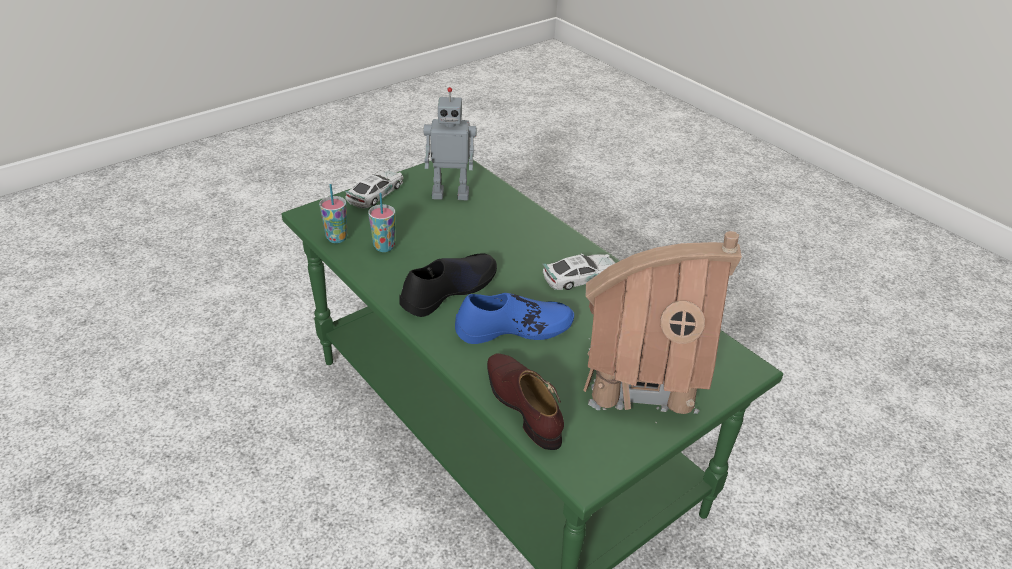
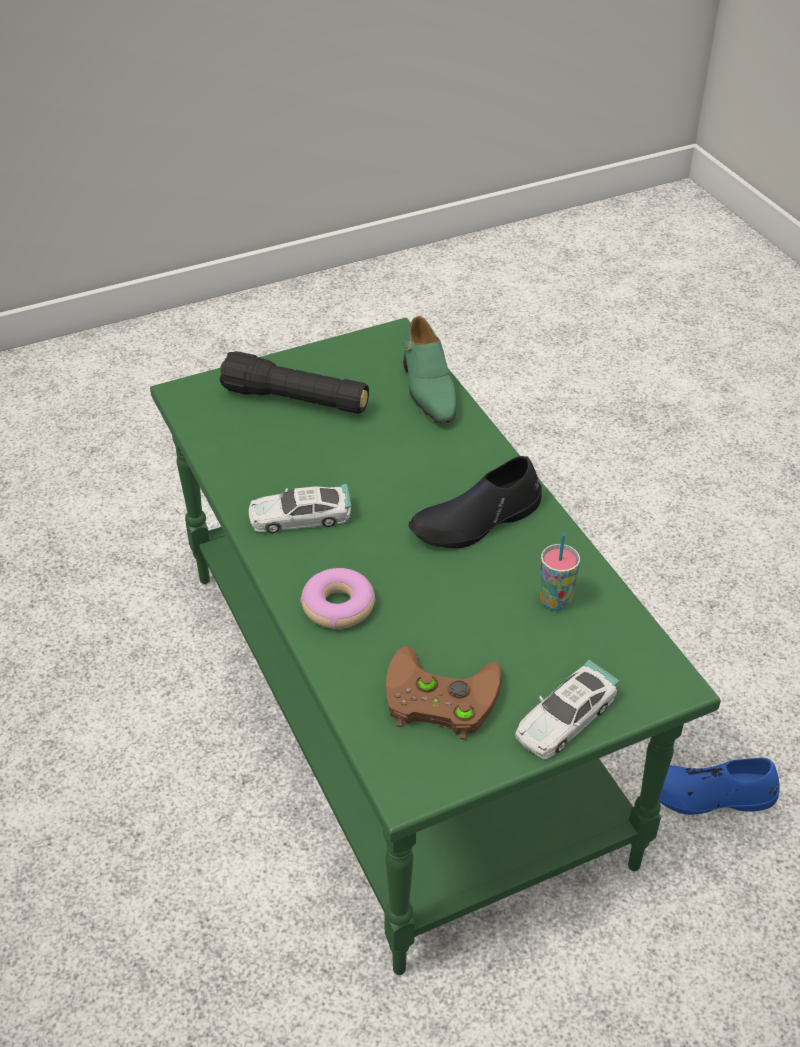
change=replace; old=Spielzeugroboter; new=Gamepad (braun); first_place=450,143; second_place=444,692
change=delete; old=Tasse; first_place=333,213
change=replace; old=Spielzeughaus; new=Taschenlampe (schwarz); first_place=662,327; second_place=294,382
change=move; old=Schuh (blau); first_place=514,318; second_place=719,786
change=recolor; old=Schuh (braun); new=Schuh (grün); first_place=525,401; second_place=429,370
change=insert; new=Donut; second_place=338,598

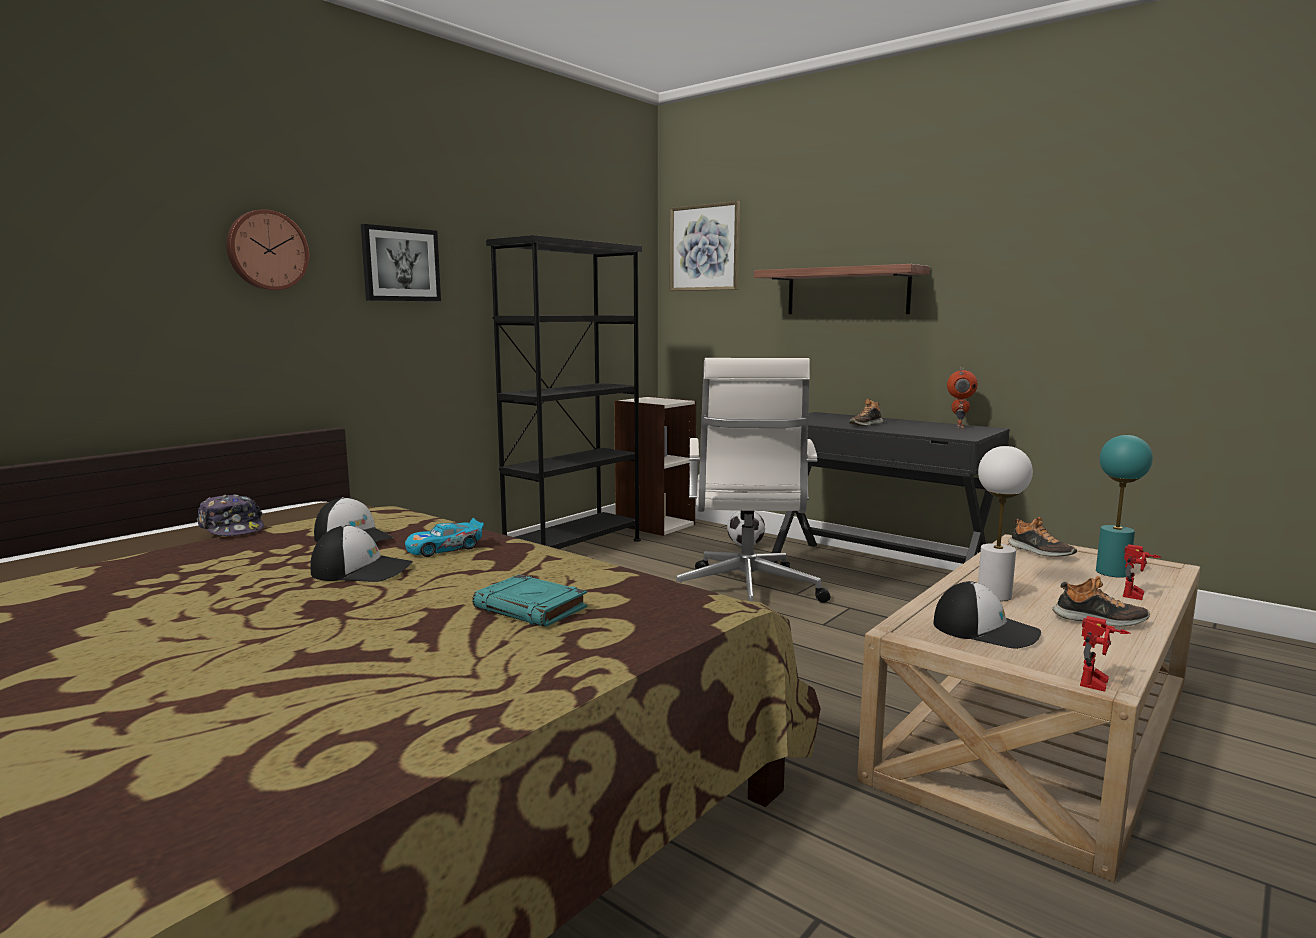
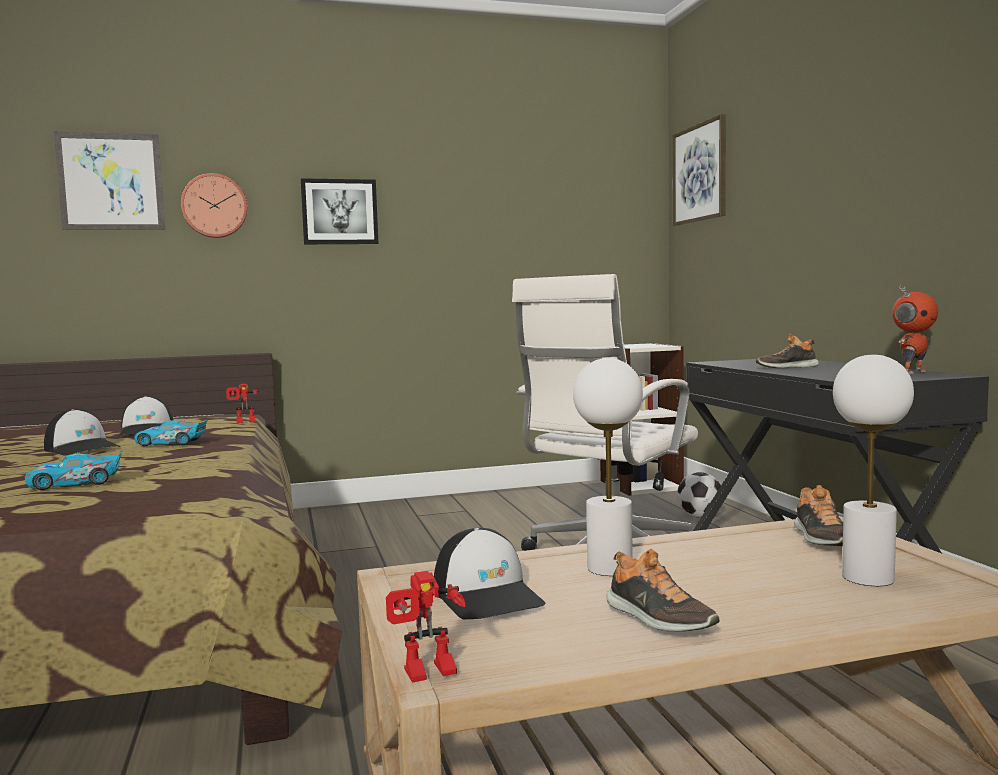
change=delete; old=Bücherregal (schwarz); first_place=564,392
change=delete; old=Wandregal; first_place=842,289
change=recolor; old=Tischlampe (türkis); new=Tischlampe (weiß); first_place=1124,506; second_place=873,470
change=delete; old=Kappe; first_place=230,515
change=move; old=Spielzeugroboter; first_place=1142,572; second_place=242,403
change=replace; old=Buch (türkis); new=Spielzeugauto; first_place=529,601; second_place=73,470
change=insert; new=Bild; second_place=109,180

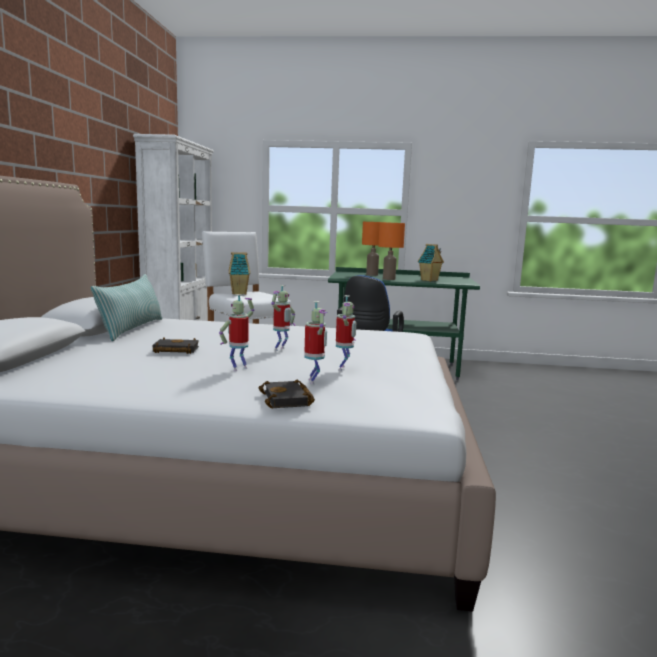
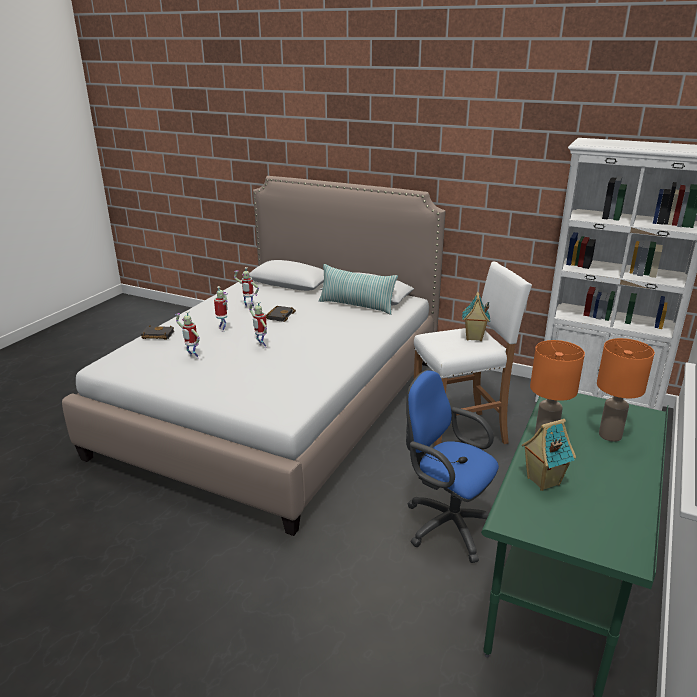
change=move; old=Spielzeugroboter; first_place=315,343; second_place=246,287

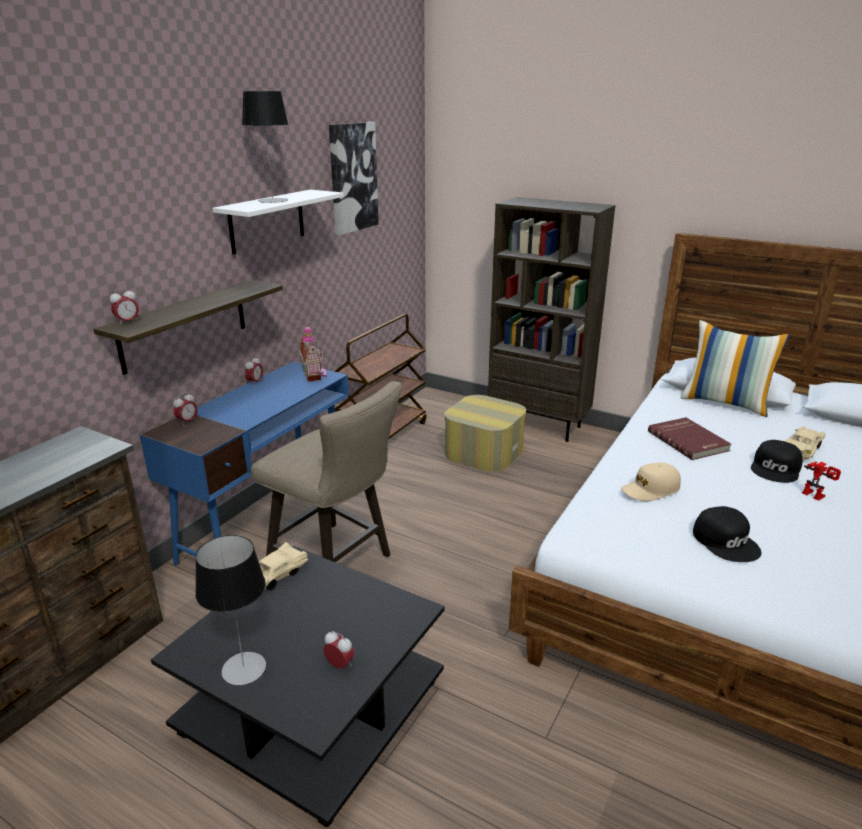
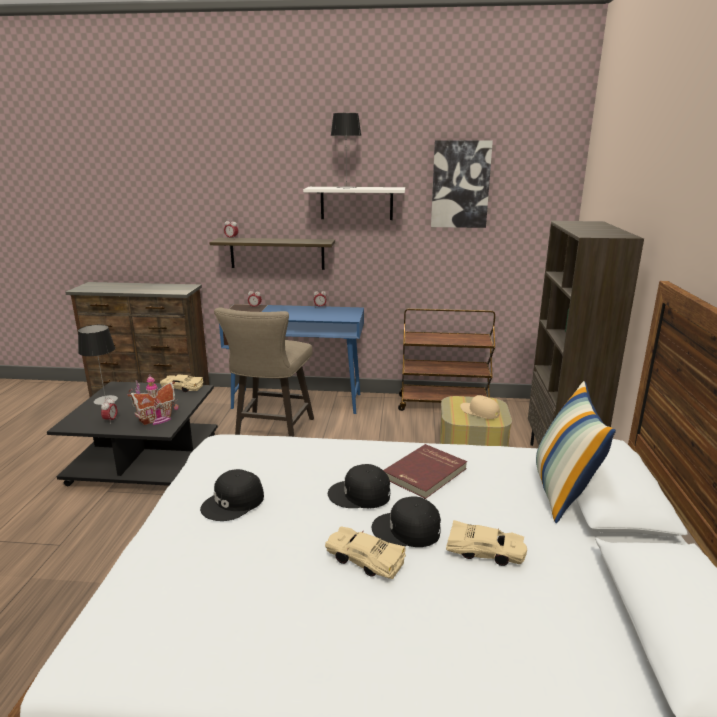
change=move; old=Spielzeughaus; first_place=313,353; second_place=153,399
change=replace; old=Spielzeugroboter; new=Spielzeugauto (beige); first_place=821,481; second_place=365,552
change=move; old=Kappe (beige); first_place=651,482; second_place=480,407
change=insert; new=Kappe (schwarz); second_place=359,486

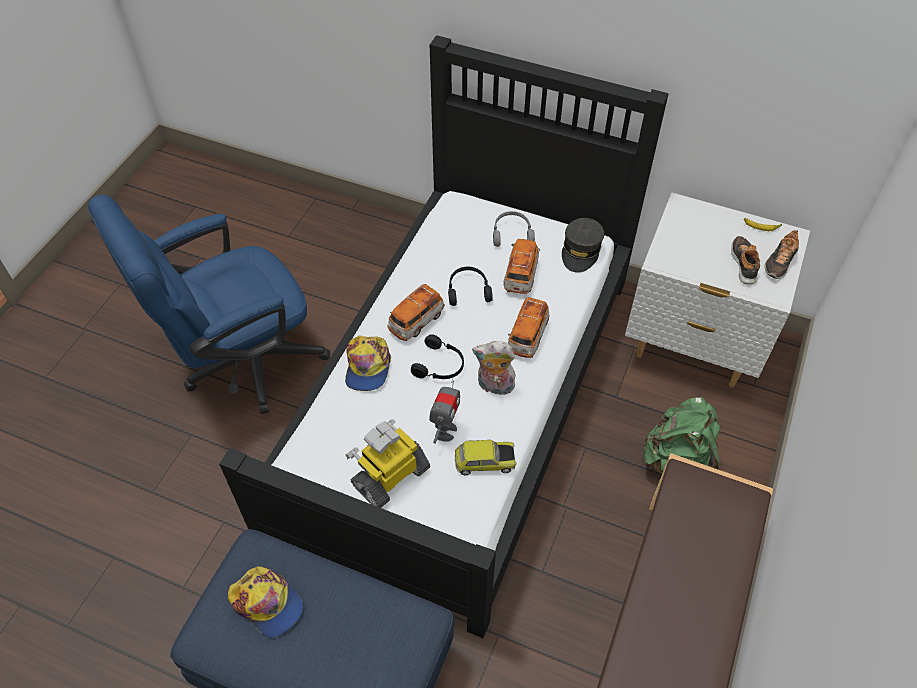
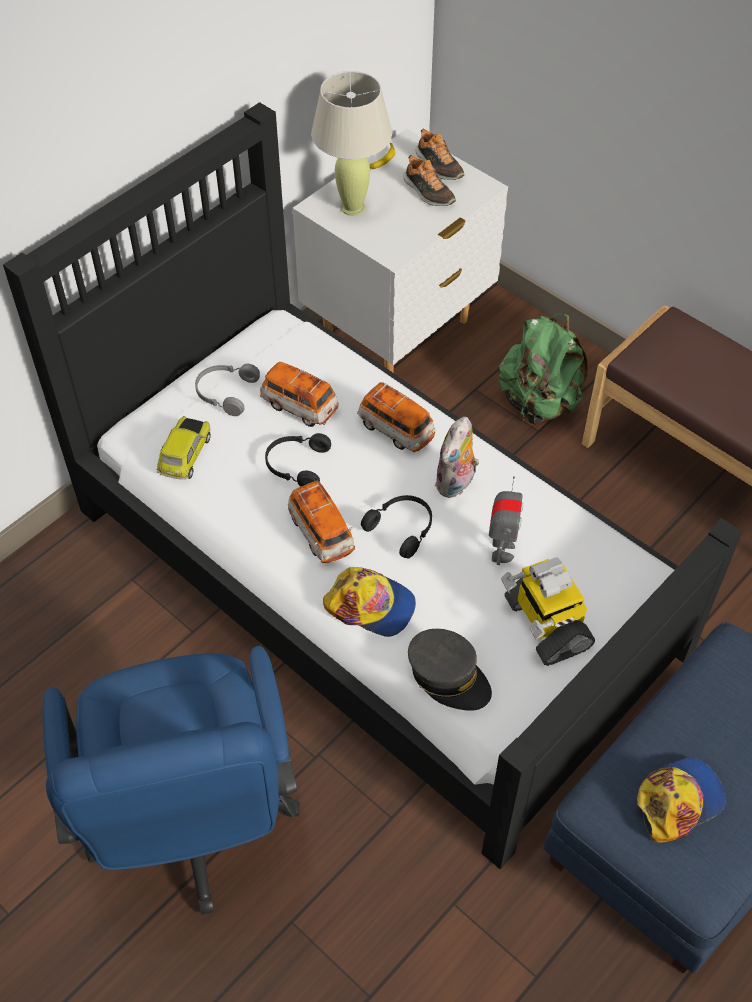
change=move; old=Kappe (grau); first_place=583,245; second_place=450,670
change=rotate; old=Schuh; first_place=745,260; second_place=429,180; degrees=-150
change=rotate; old=Spielzeugroboter; first_place=444,410; second_place=506,520; degrees=60
change=move; old=Spielzeugauto; first_place=485,457; second_place=184,448
change=insert; new=Tischlampe (beige); second_place=351,143

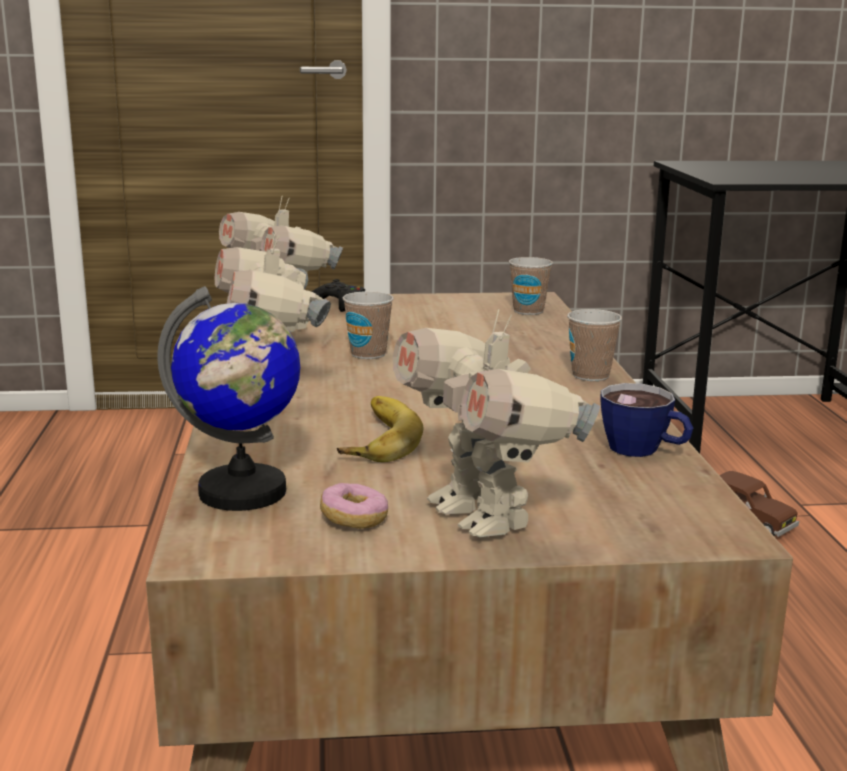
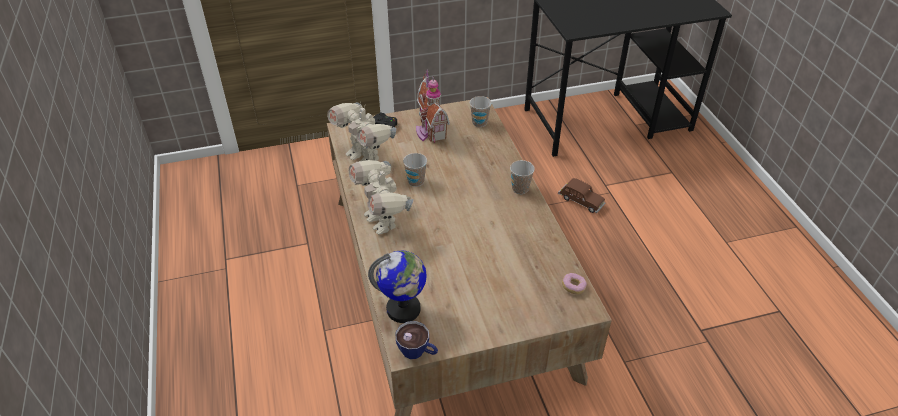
change=delete; old=Spielzeugroboter; first_place=496,423
change=move; old=Tasse; first_place=646,420; second_place=416,340
change=delete; old=Banane; first_place=380,429
change=move; old=Donut; first_place=354,506; second_place=574,283
change=insert; new=Spielzeughaus; second_place=433,106

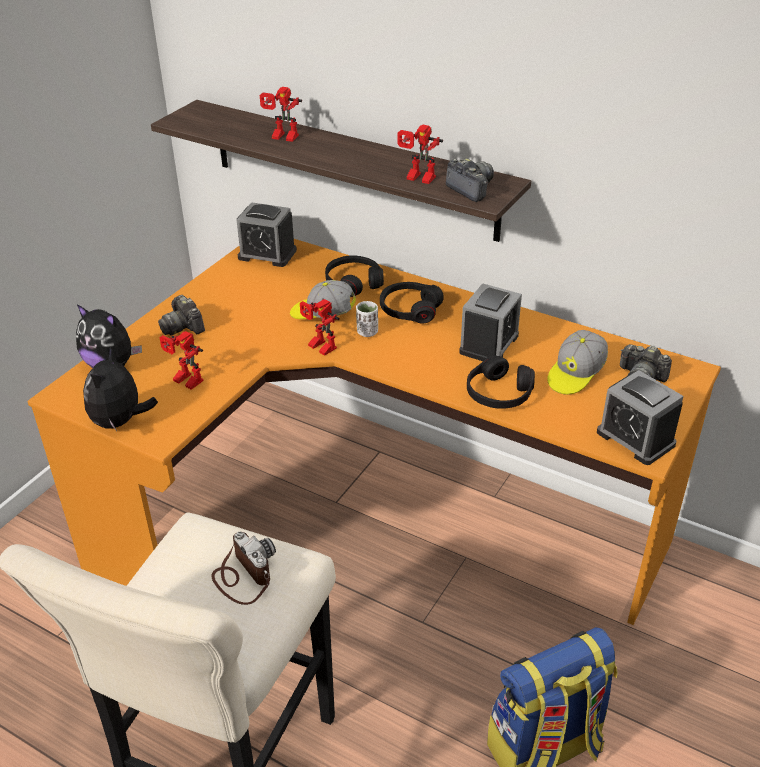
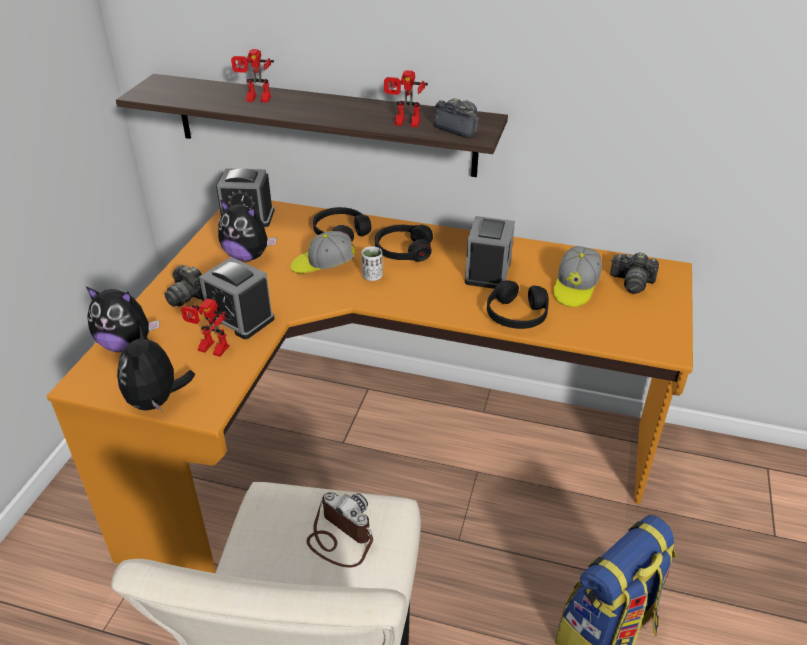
change=delete; old=Spielzeugroboter; first_place=320,327
change=move; old=Wecker; first_place=640,417; second_place=237,298
change=insert; new=Plüschtier; second_place=247,230

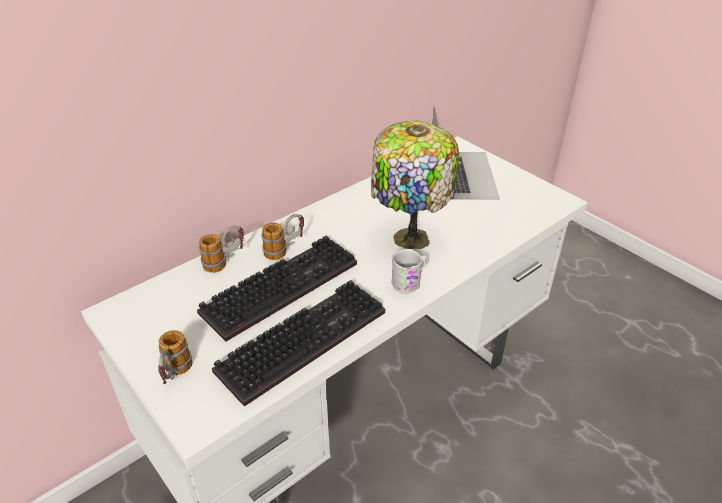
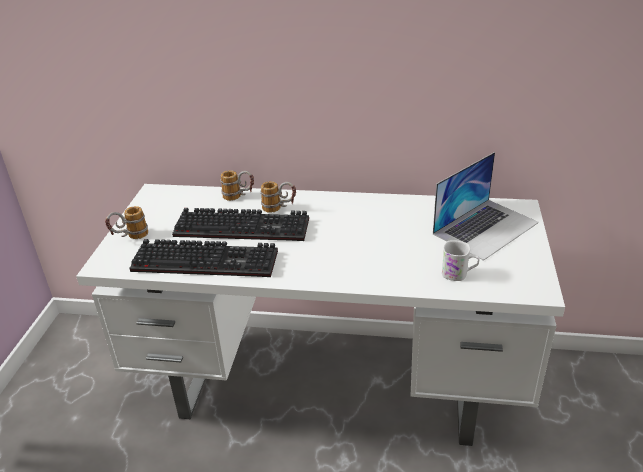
change=delete; old=Tischlampe; first_place=415,185
change=move; old=Henkelbecher (weiß); first_place=410,271; second_place=461,260

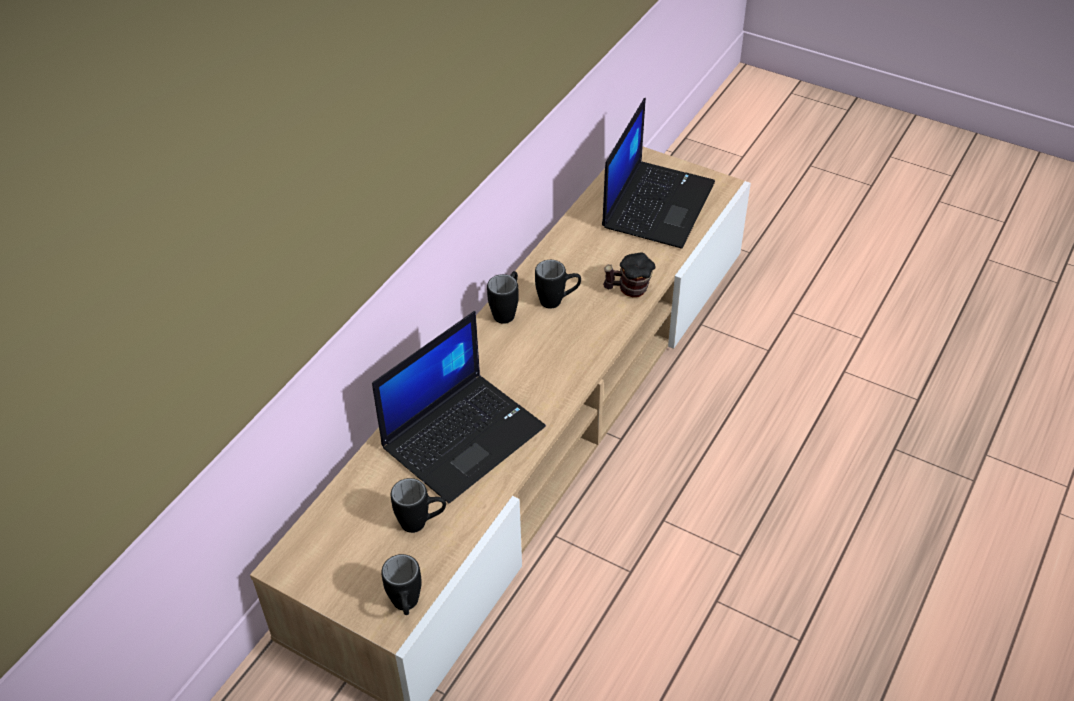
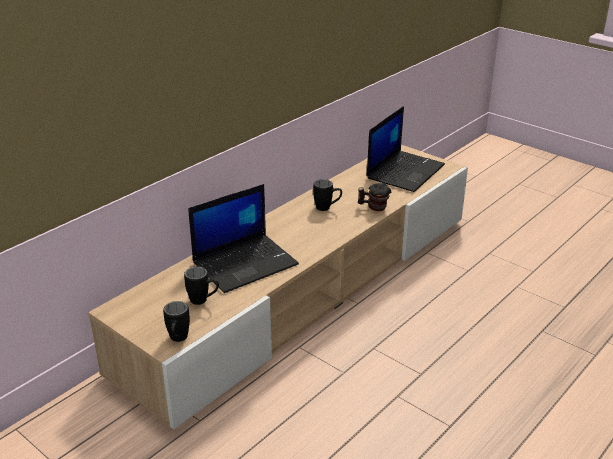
change=delete; old=Henkelbecher (schwarz); first_place=503,297

